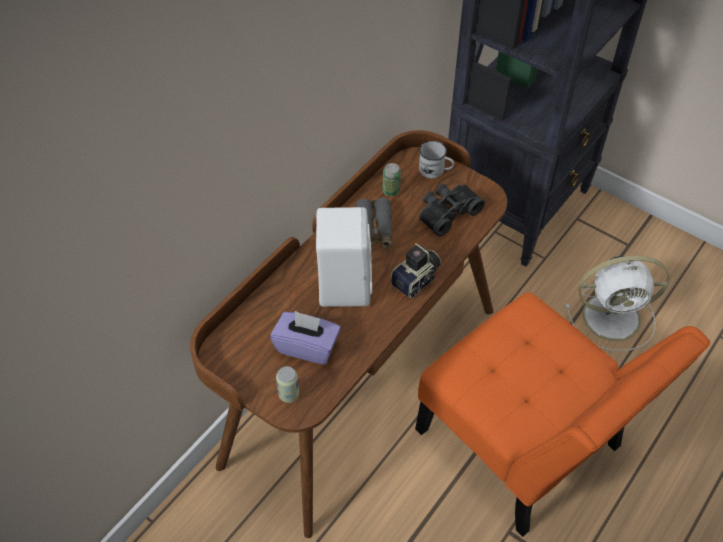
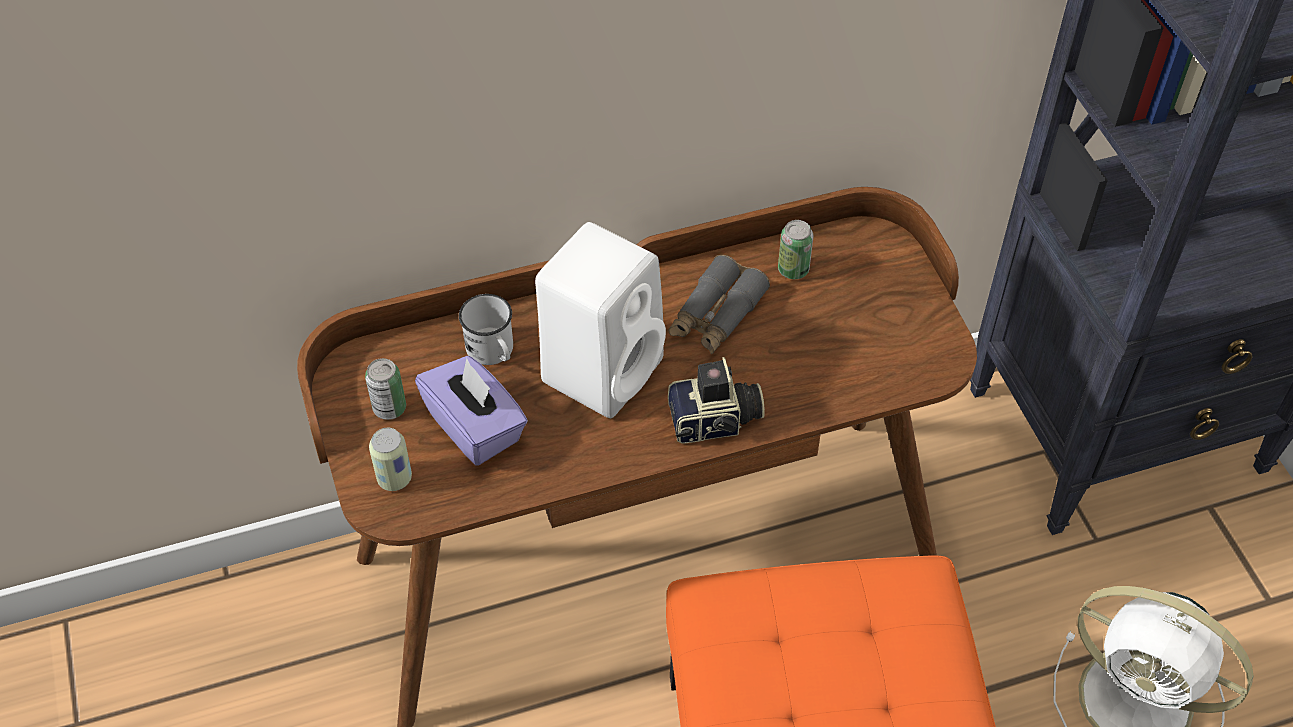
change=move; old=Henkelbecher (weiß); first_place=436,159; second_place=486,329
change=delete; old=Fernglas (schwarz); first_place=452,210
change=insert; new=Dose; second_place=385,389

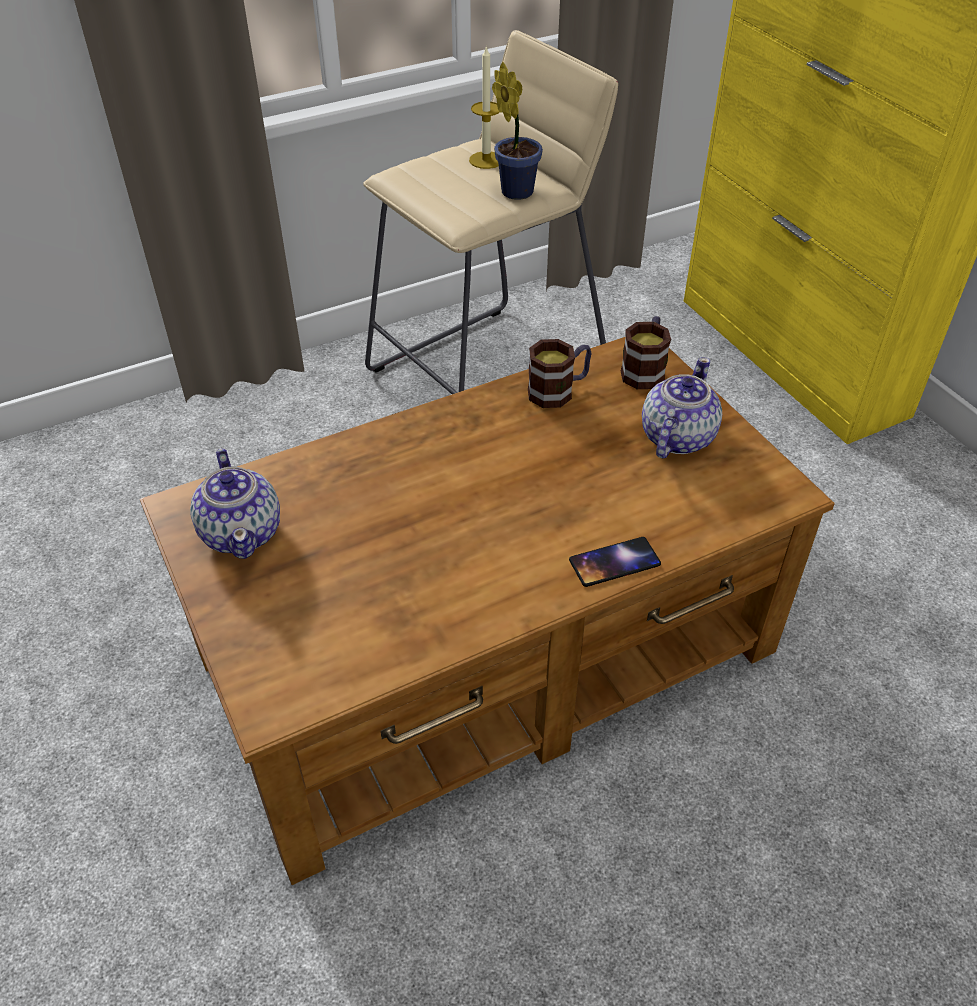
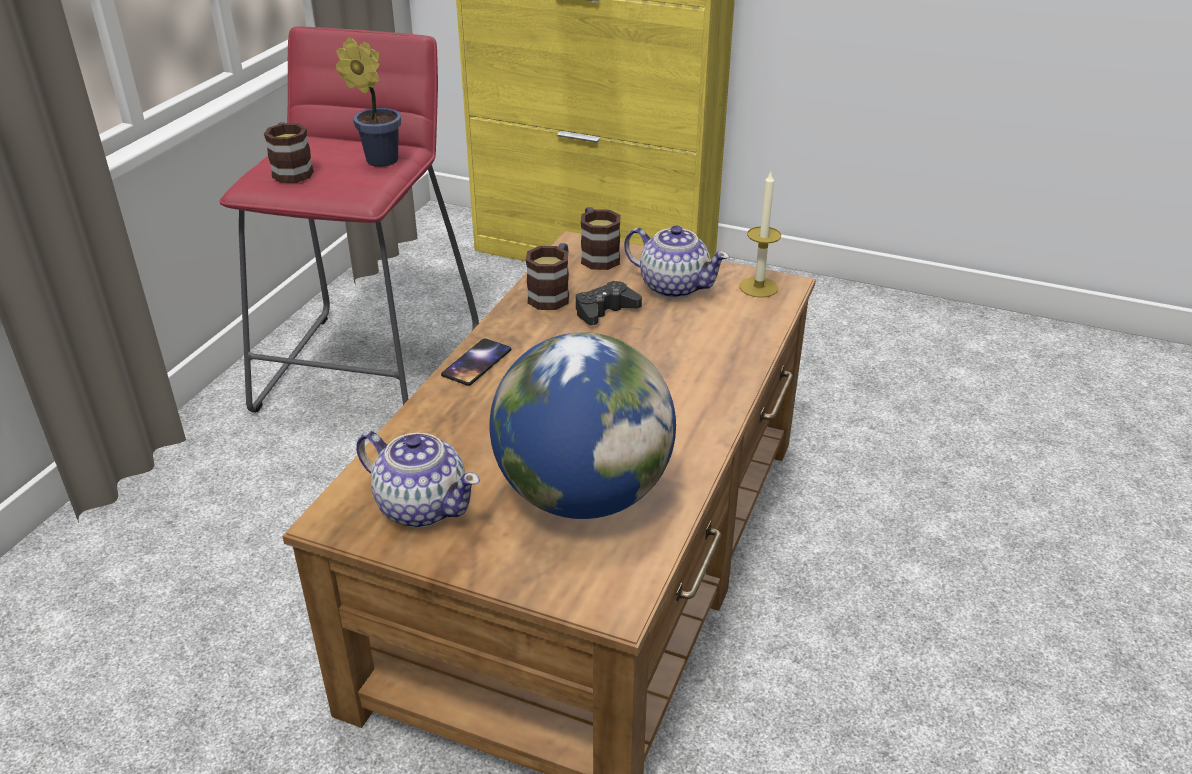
change=recolor; old=Hocker (beige); new=Hocker (rot); first_place=490,212; second_place=349,219
change=move; old=Kerze; first_place=484,107; second_place=760,235
change=rotate; old=Teekanne; first_place=682,407; second_place=677,262; degrees=135
change=move; old=Handy; first_place=615,562; second_place=476,362
change=insert; new=Henkelbecher; second_place=289,152
change=insert; new=Gamepad (schwarz); second_place=609,303
change=insert; new=Globus; second_place=583,425

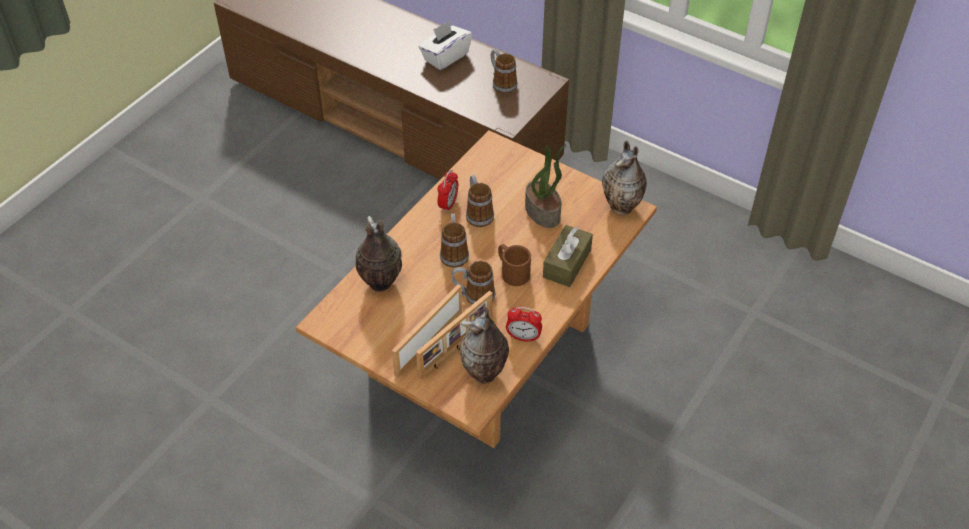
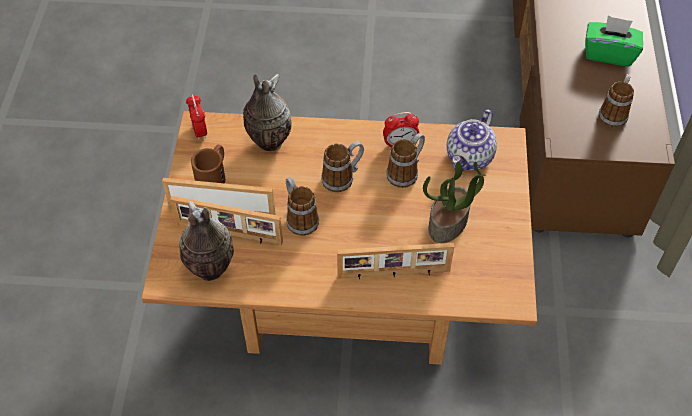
change=recolor; old=Taschentuchbox (weiß); new=Taschentuchbox (grün); first_place=445,45; second_place=614,41
change=delete; old=Vase; first_place=624,177
change=replace; old=Taschentuchbox (braun); new=Bilderrahmen; first_place=568,256; second_place=395,261
change=move; old=Henkelbecher (braun); first_place=514,265; second_place=208,164
change=move; old=Wecker; first_place=524,324; second_place=196,117
change=insert; new=Teekanne; second_place=472,140

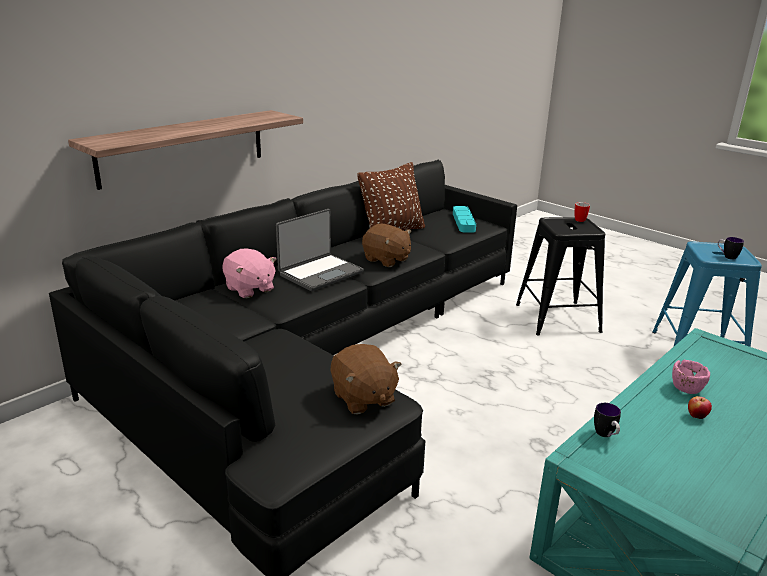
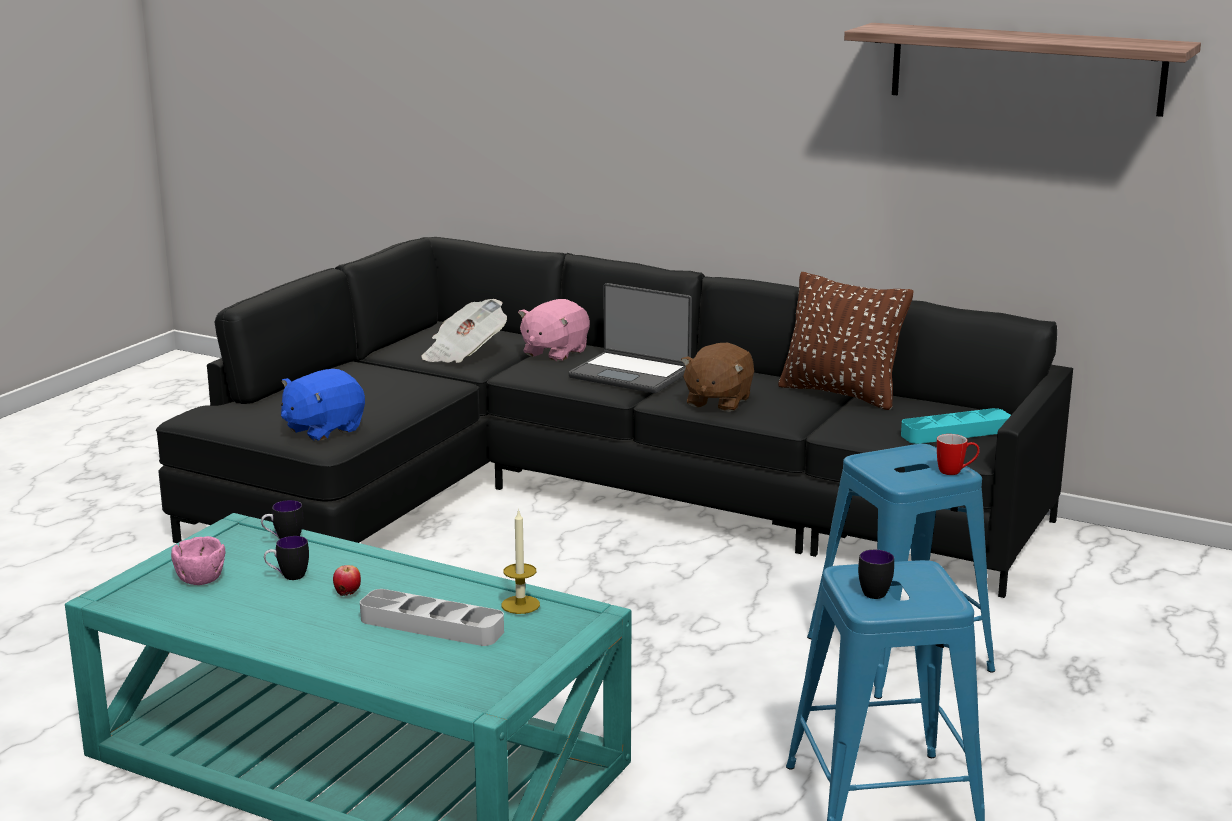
change=move; old=Wandregal; first_place=185,150; second_place=1022,70
change=recolor; old=Hocker (schwarz); new=Hocker (blau); first_place=560,276; second_place=901,571
change=recolor; old=Plüschtier (braun); new=Plüschtier (blau); first_place=366,379; second_place=323,405
change=move; old=Schüssel (rosa); first_place=691,377; second_place=198,560
change=insert; new=Zeitung; second_place=464,331
change=insert; new=Kerze; second_place=521,561
change=insert; new=Henkelbecher; second_place=286,558
change=insert; new=Tablett (grau); second_place=432,617

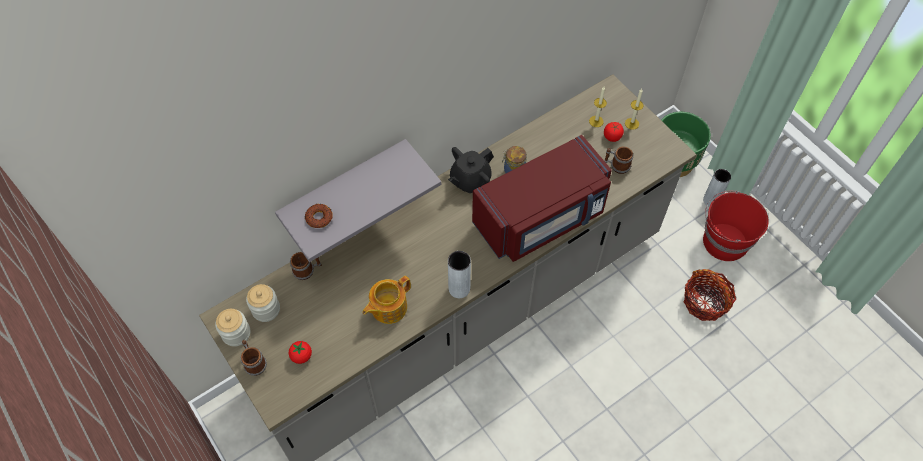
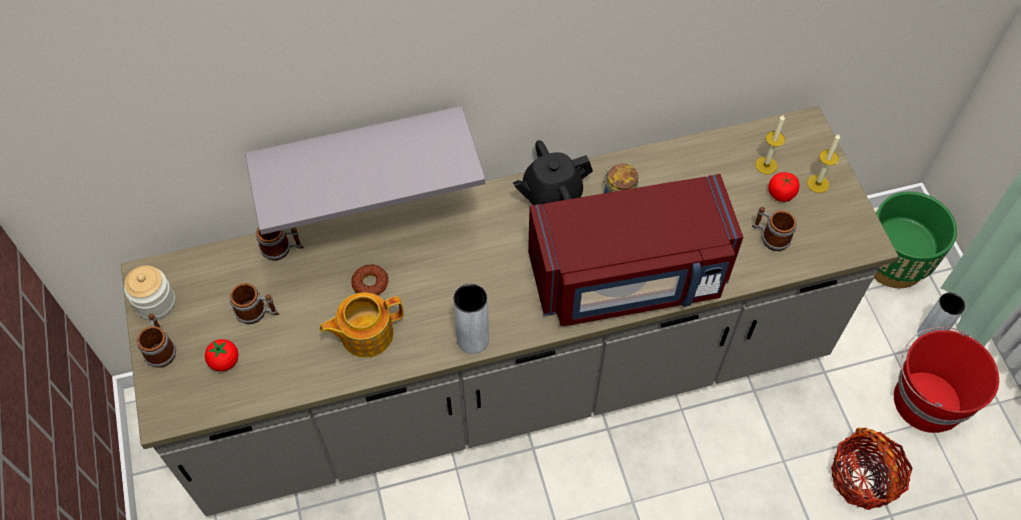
change=move; old=Donut; first_place=319,216; second_place=369,280
change=delete; old=Vorratsglas; first_place=263,303
change=insert; new=Henkelbecher; second_place=254,303

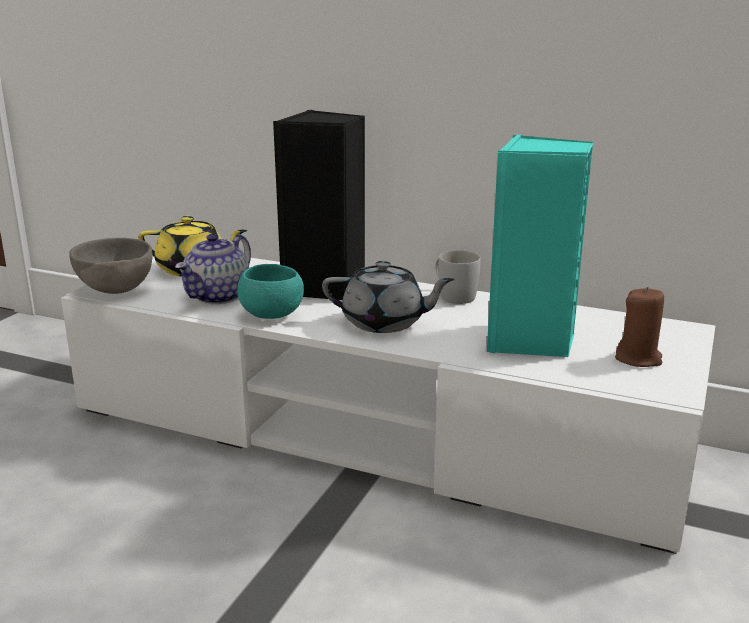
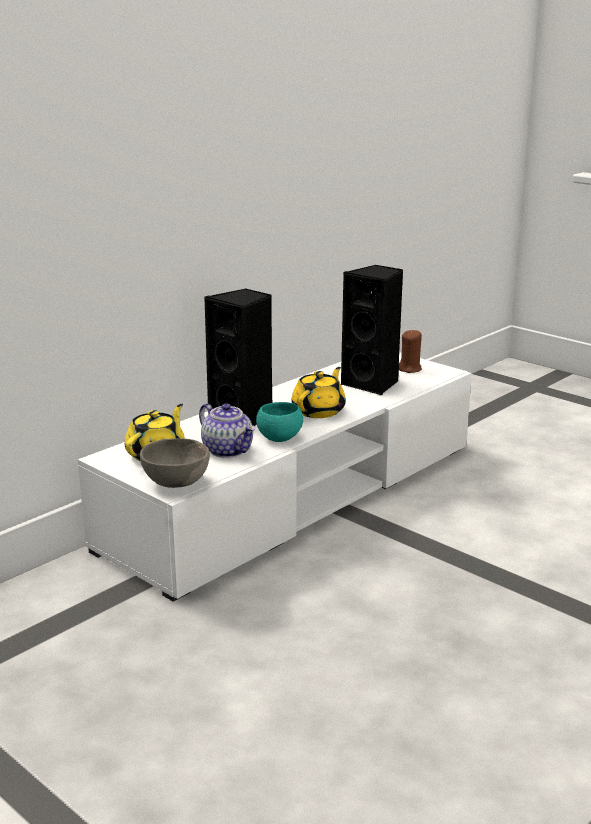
change=recolor; old=Lautsprecher (türkis); new=Lautsprecher (schwarz); first_place=540,246; second_place=372,330
change=delete; old=Henkelbecher (weiß); first_place=458,277
change=recolor; old=Teekanne (grau); new=Teekanne (gelb); first_place=388,297; second_place=318,392

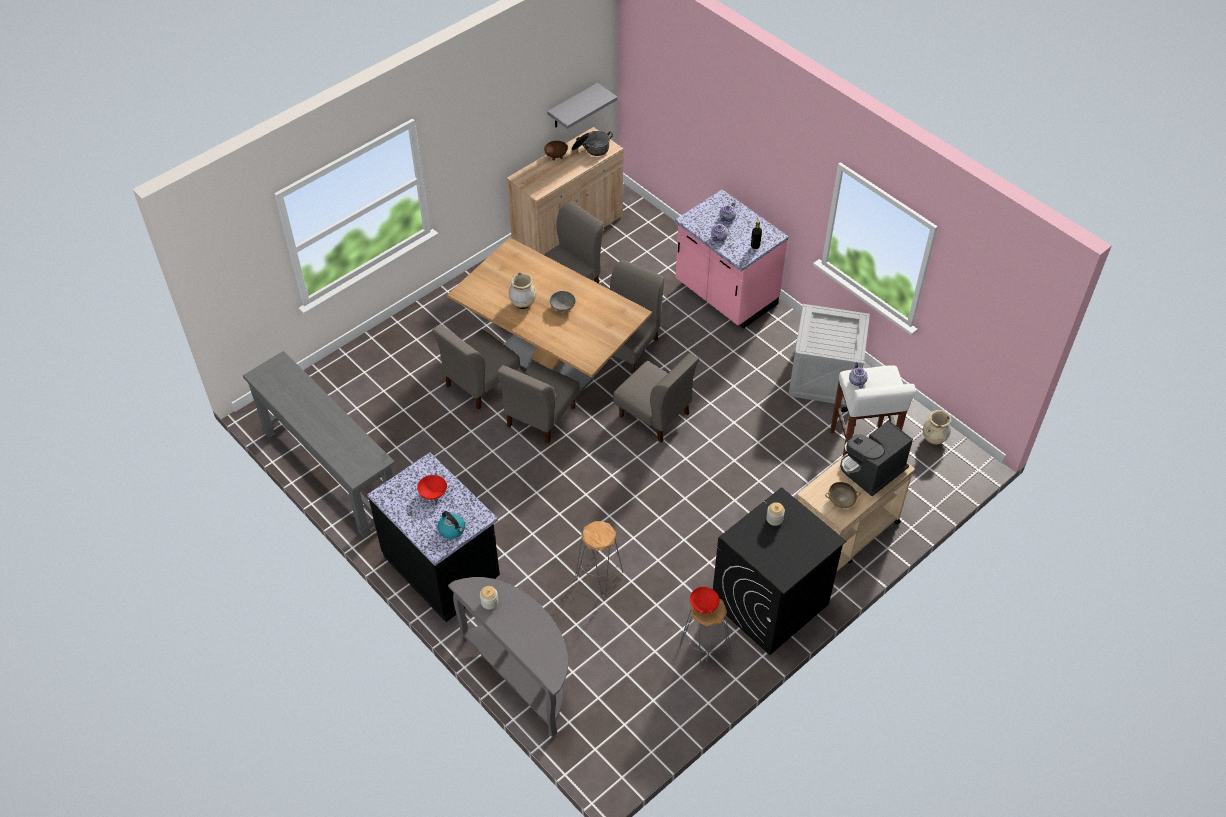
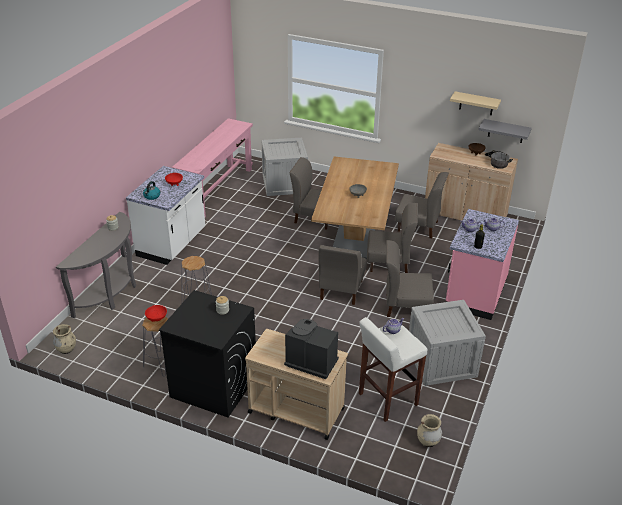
change=move; old=Vase (beige); first_place=522,291; second_place=64,339
change=recolor; old=Konsolentisch (grau); new=Konsolentisch (rosa); first_place=319,444; second_place=212,167
change=move; old=Stuhl (grau); first_place=538,403; second_place=410,278
change=recolor; old=Küchenzeile (schwarz); new=Küchenzeile (weiß); first_place=433,537; second_place=165,215
change=delete; old=Schüssel (beige); first_place=843,495
change=insert; new=Wandregal (beige); second_place=475,103
change=insert; new=Kiste; second_place=285,166

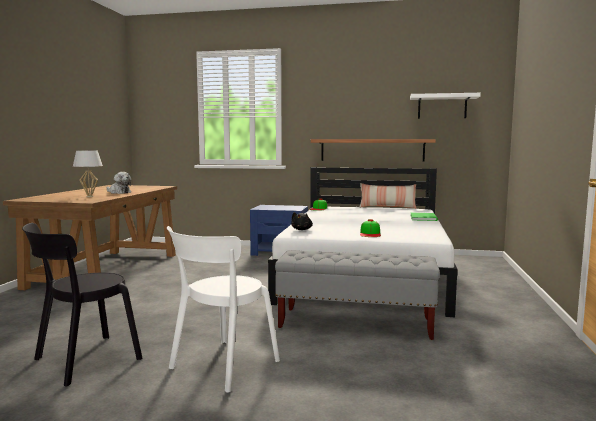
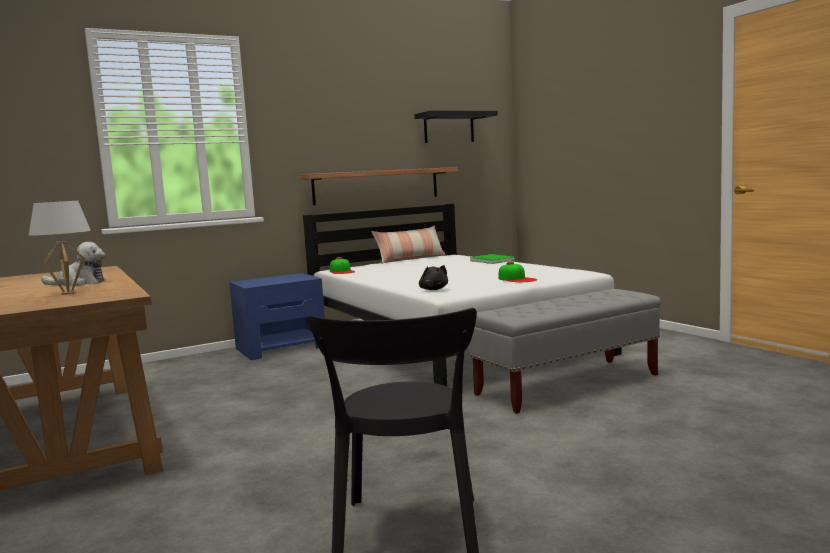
change=recolor; old=Wandregal (weiß); new=Wandregal (schwarz); first_place=445,106; second_place=456,127
change=delete; old=Stuhl (weiß); first_place=223,309

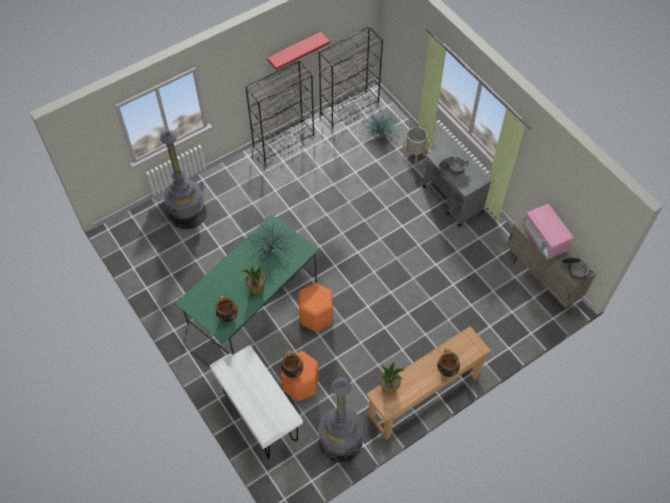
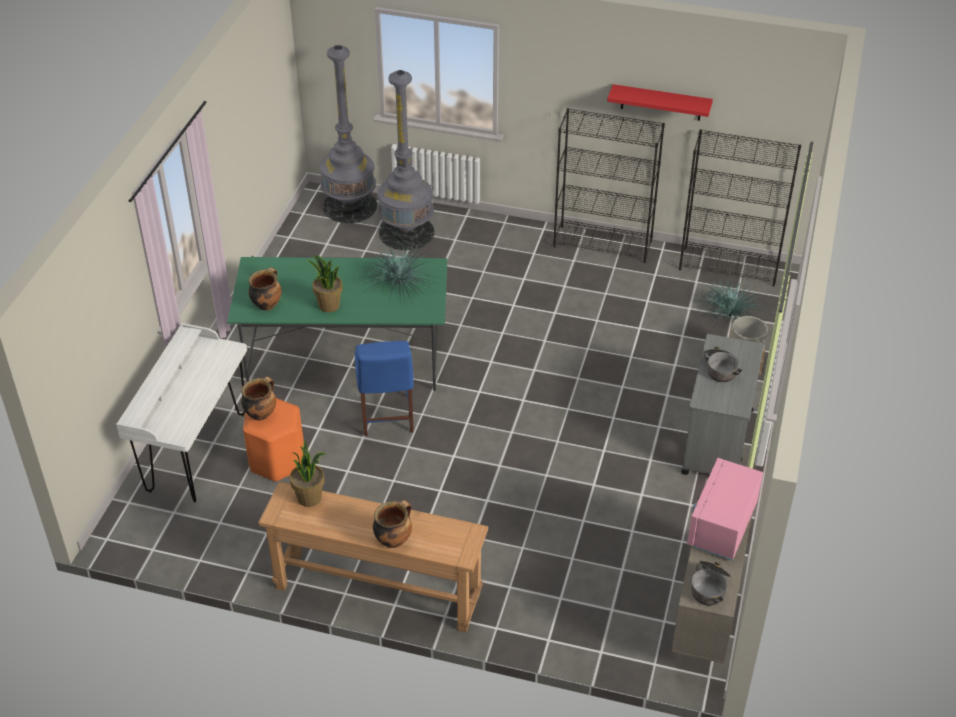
change=replace; old=Hocker (orange); new=Stuhl (blau); first_place=316,307; second_place=384,388
change=move; old=Stehlampe (grau); first_place=341,420; second_place=348,134

